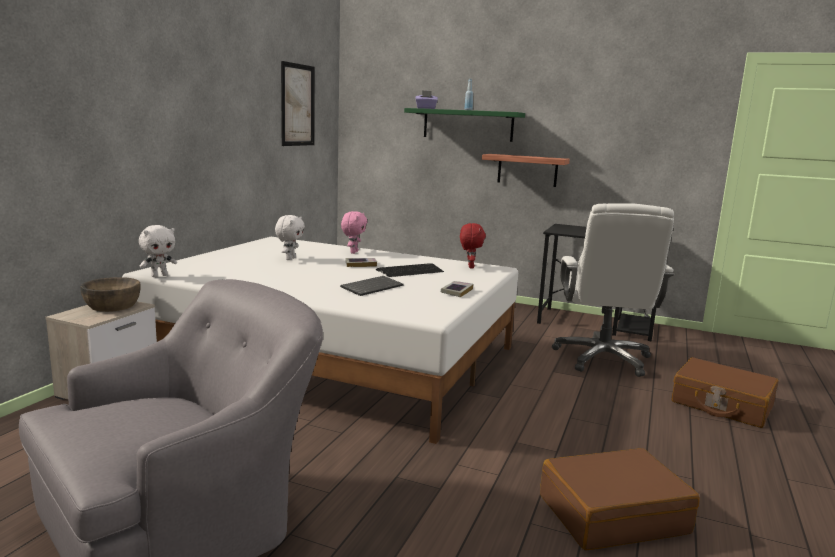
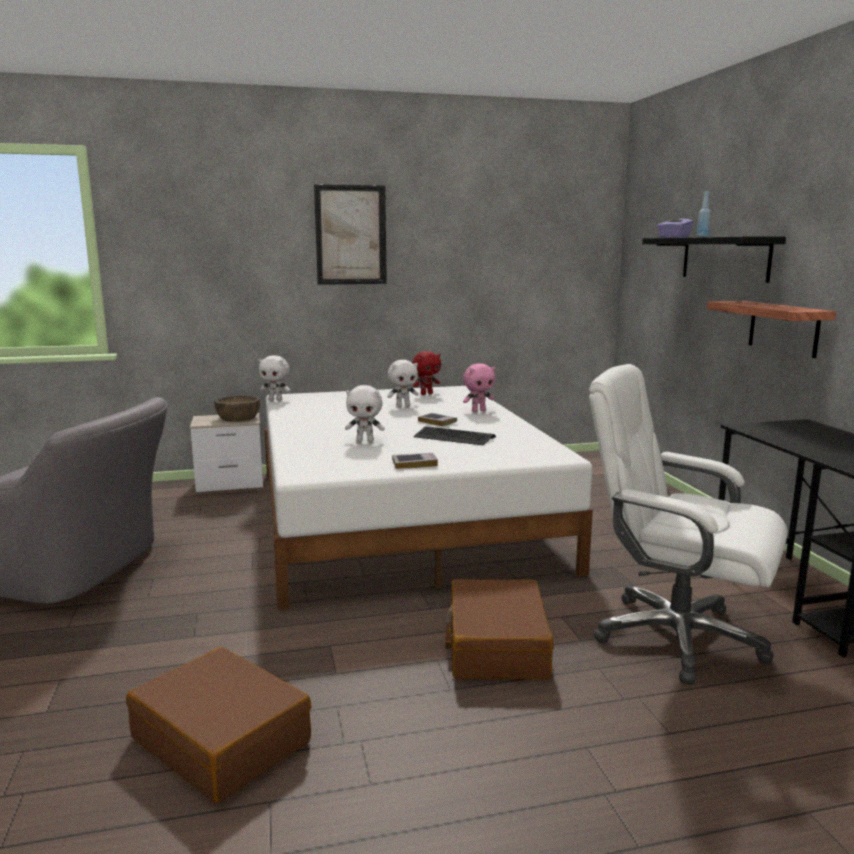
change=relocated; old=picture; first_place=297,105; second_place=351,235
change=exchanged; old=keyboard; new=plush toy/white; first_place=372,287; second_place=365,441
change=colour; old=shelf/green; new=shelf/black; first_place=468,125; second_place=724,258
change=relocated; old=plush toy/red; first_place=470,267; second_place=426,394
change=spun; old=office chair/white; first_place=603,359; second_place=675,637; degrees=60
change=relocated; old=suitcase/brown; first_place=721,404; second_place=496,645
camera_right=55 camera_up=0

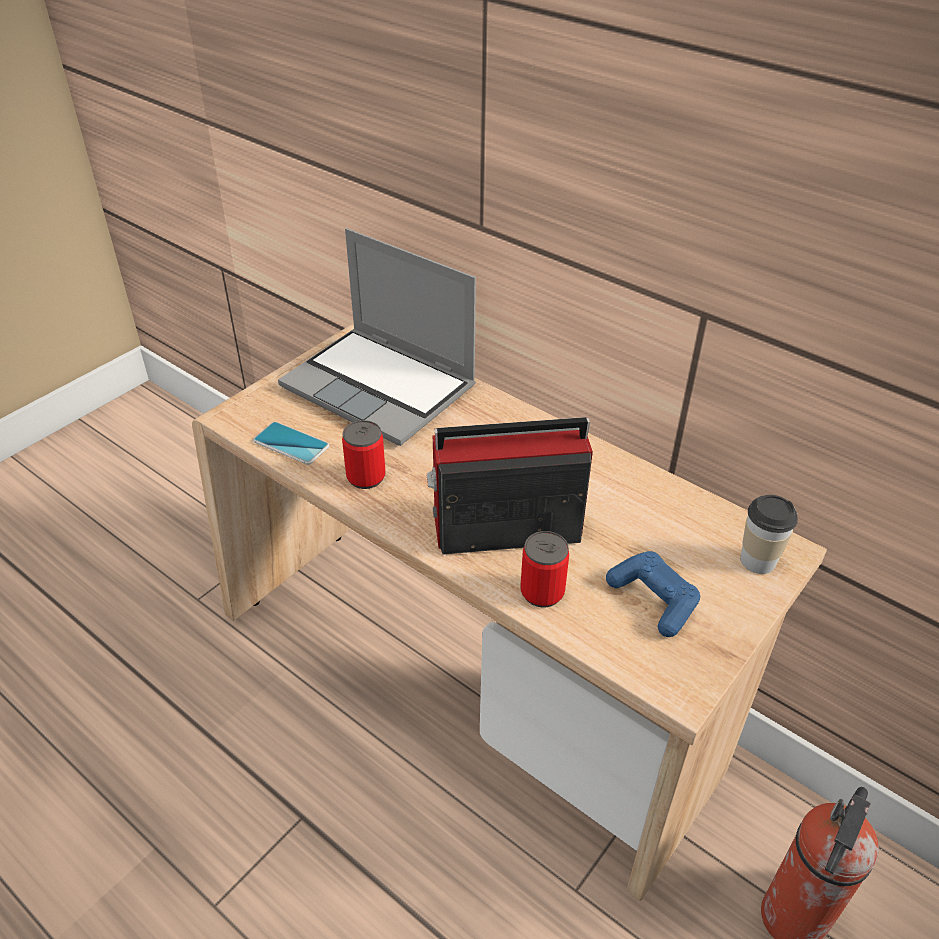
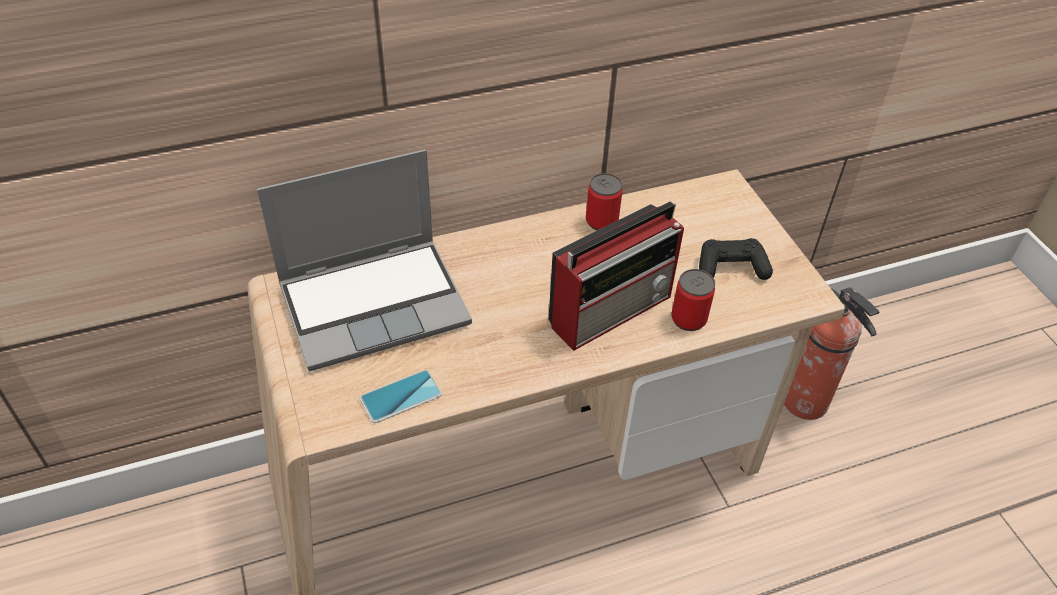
change=relocated; old=can; first_place=366,477; second_place=601,221
change=spun; old=radio; first_place=504,530; second_place=612,309; degrees=-150
change=colour; old=game controller/blue; new=game controller/black; first_place=653,600; second_place=731,268
change=missing; old=cup; first_place=757,560
camera_right=-60 camera_up=5

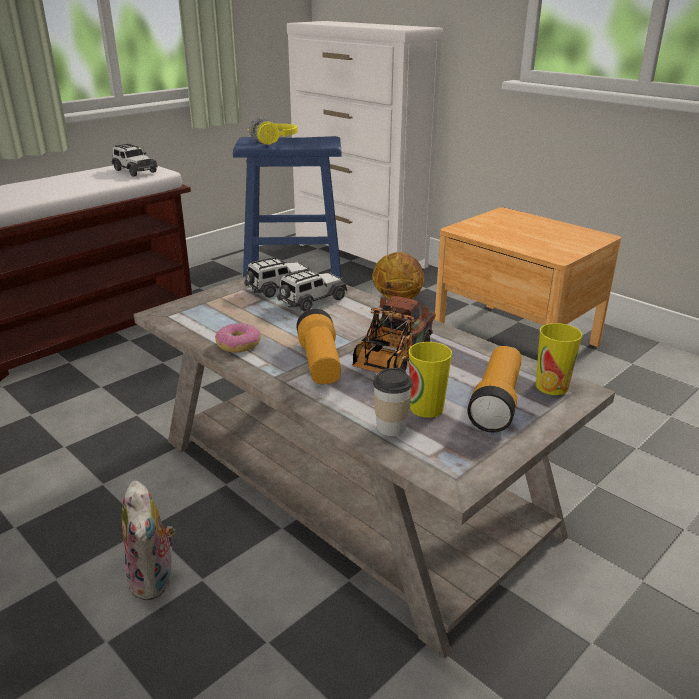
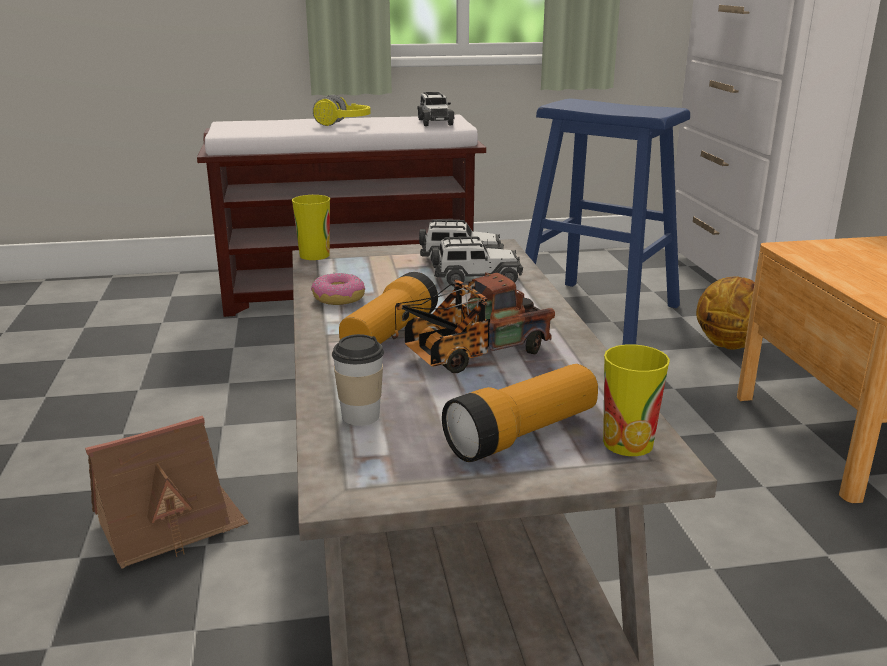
change=exchanged; old=plush toy; new=toy house; first_place=155,579; second_place=170,525
change=relocated; old=headphones/yellow; first_place=274,142; second_place=343,124
change=relocated; old=cup; first_place=426,408; second_place=314,255
camera_right=35 camera_up=-5

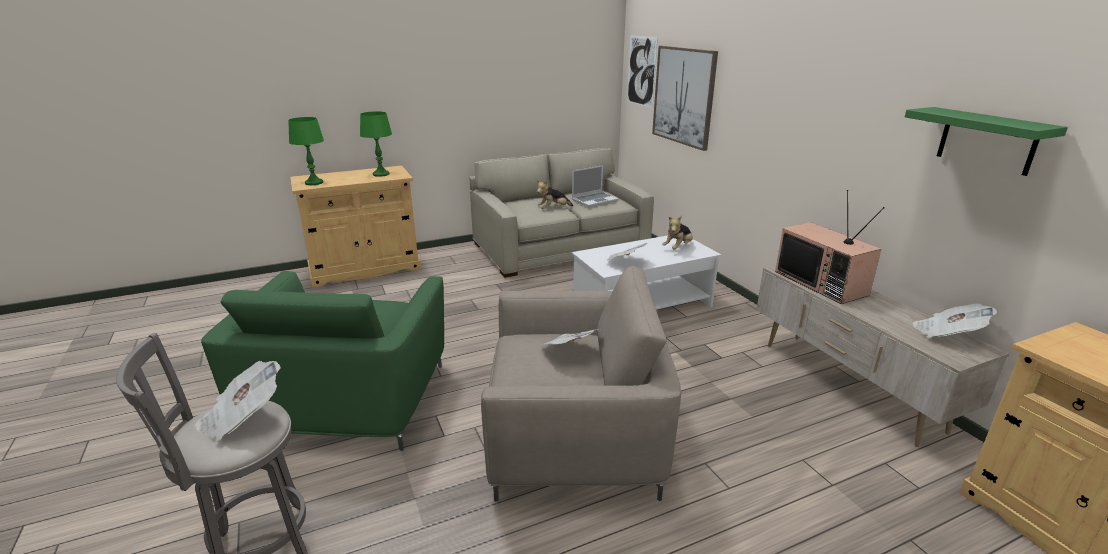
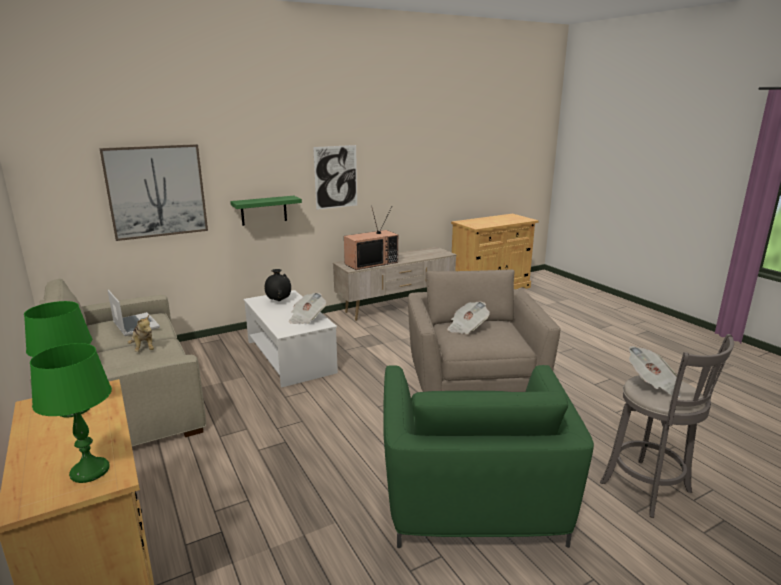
change=spun; old=armchair/green; first_place=349,400; second_place=471,495; degrees=90
change=relocated; old=picture; first_place=641,71; second_place=336,177
change=exchanged; old=plush toy; new=vase/black; first_place=678,248; second_place=278,301
change=relocated; old=shelf/green; first_place=987,141; second_place=264,210
change=missing; old=newspaper; first_place=947,334
camera_right=-95 camera_up=-5

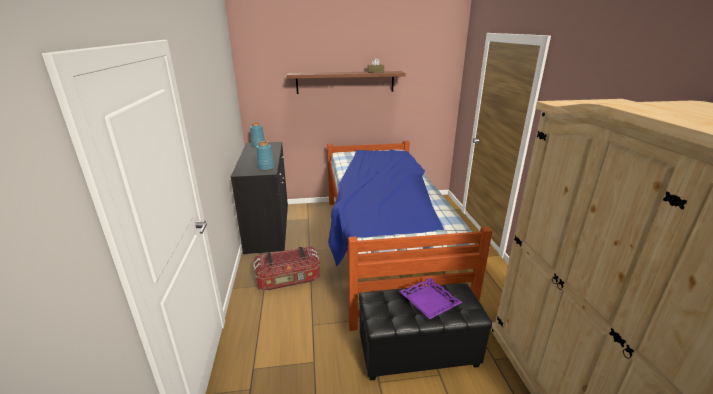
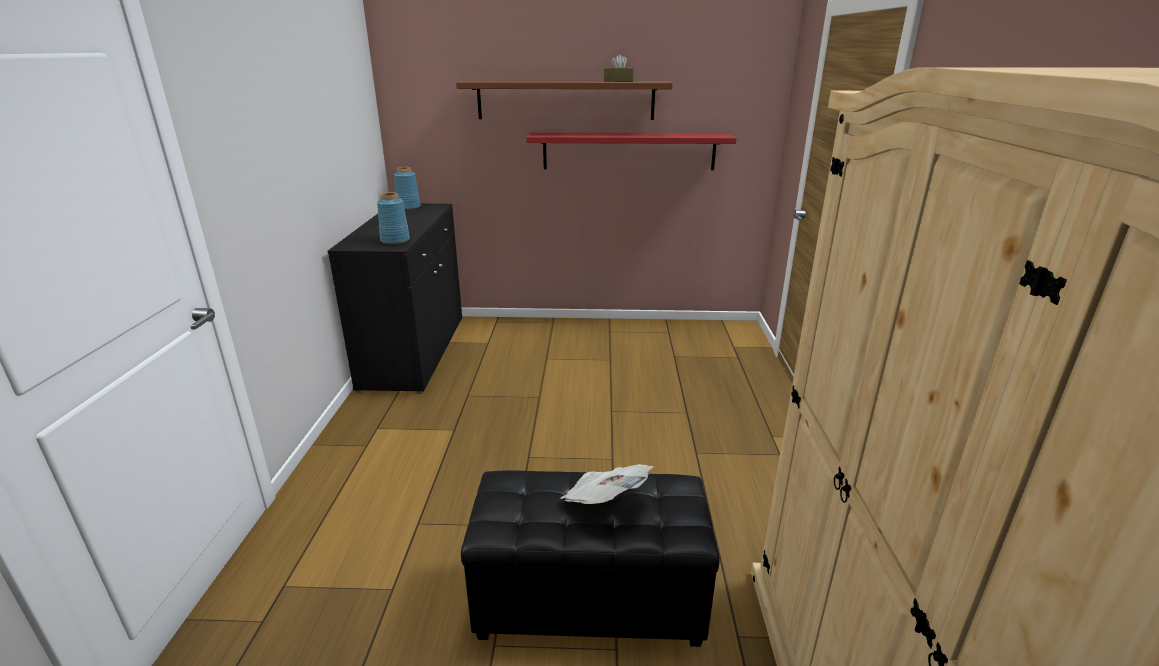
change=missing; old=storage box; first_place=288,280
change=missing; old=bed; first_place=383,246
change=exchanged; old=tray/purple; new=newspaper; first_place=429,301; second_place=605,501
change=appeared; new=shelf/red; second_place=629,151
camera_right=10 camera_up=0

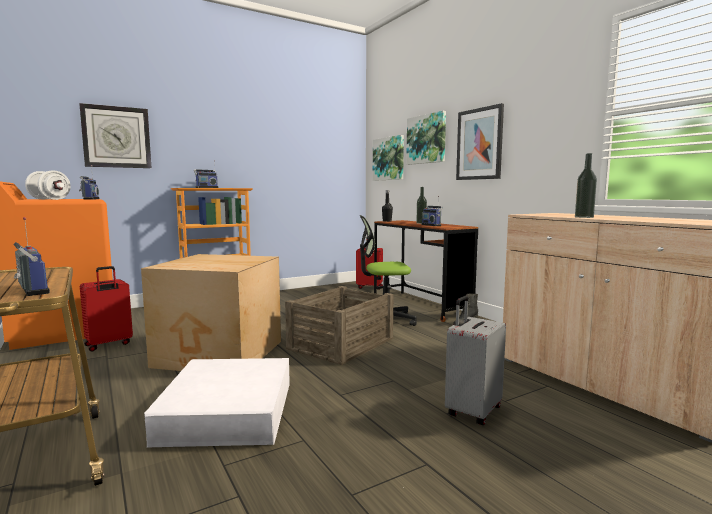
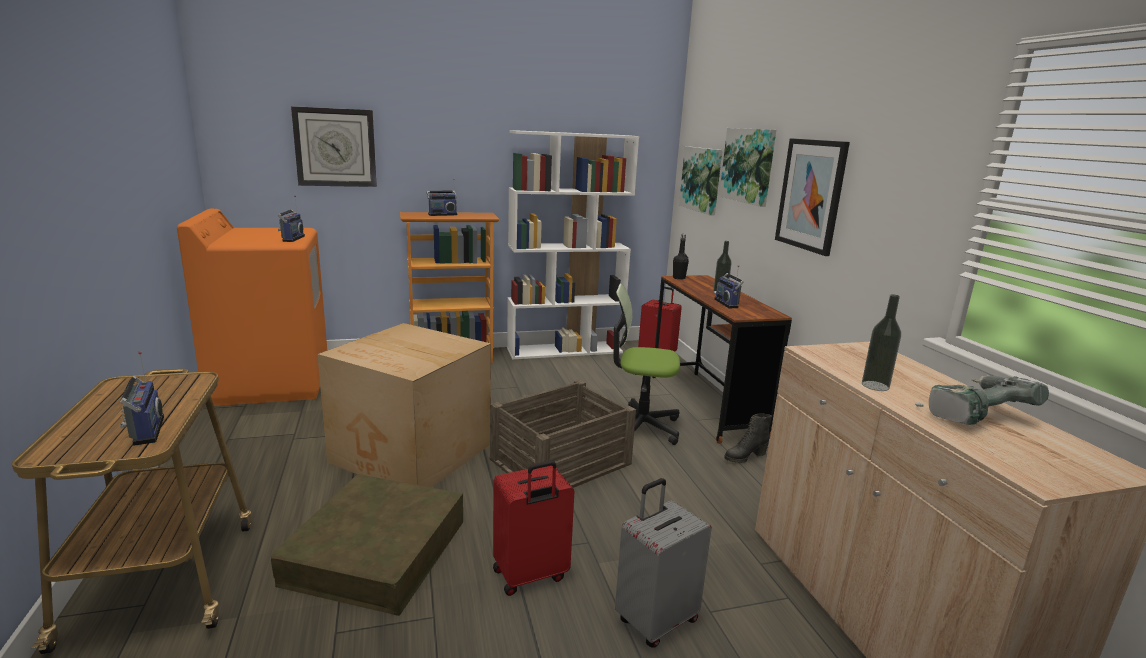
change=missing; old=dumbbell/white; first_place=49,199
change=relocated; old=suitcase/red; first_place=108,344; second_place=530,576
change=colour; old=storage box/white; new=storage box/brown; first_place=228,411; second_place=377,551
change=appeared; new=bookcase/white; second_place=565,350
change=appeared; new=power drill; second_place=972,414
camera_right=15 camera_up=10

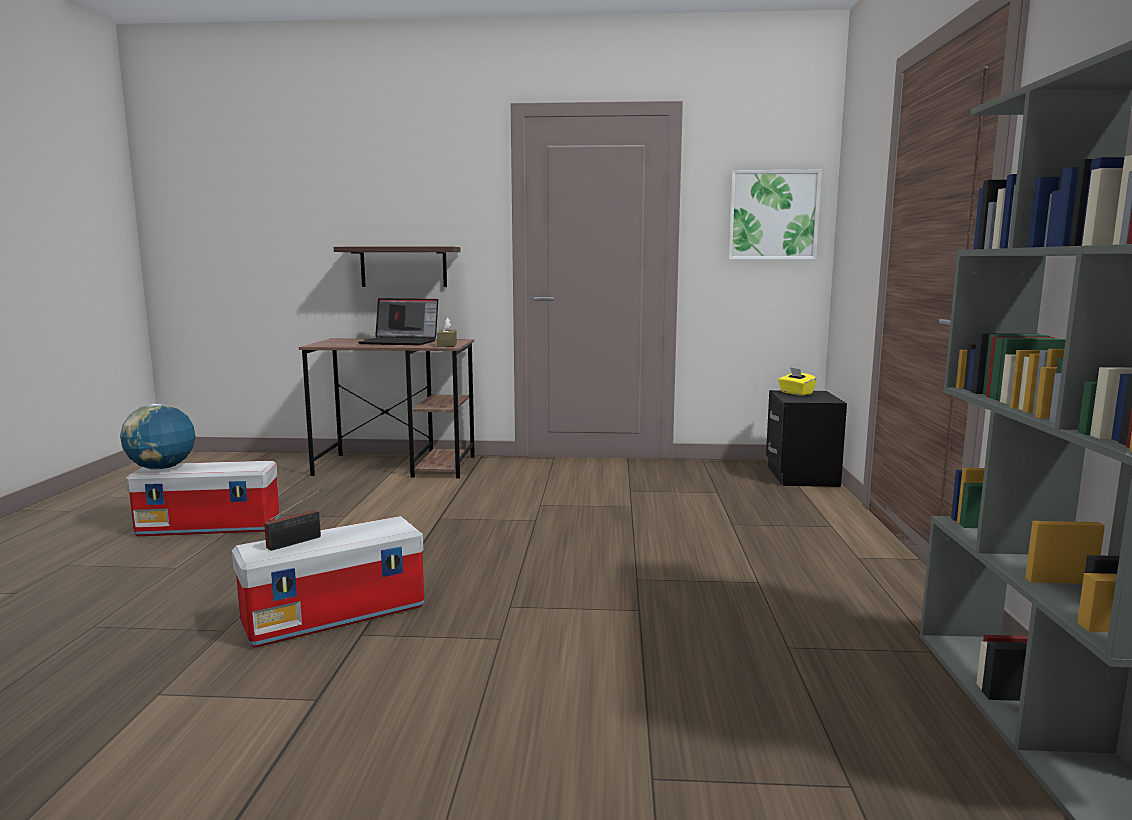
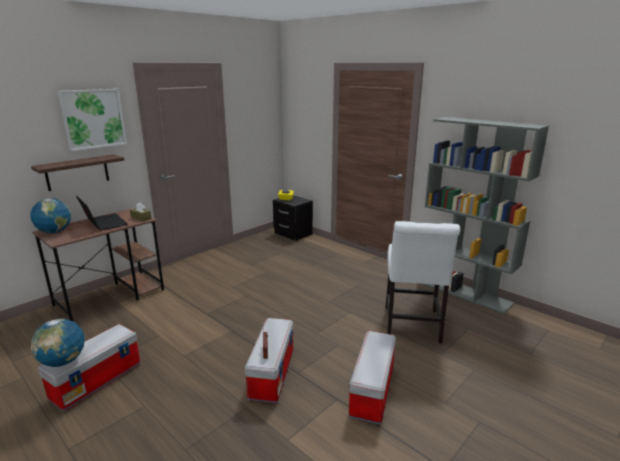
change=spun; old=laptop; first_place=401,342; second_place=103,223; degrees=-90
change=relocated; old=picture; first_place=773,215; second_place=93,119
change=appeared; new=globe; second_place=54,232
change=appeared; new=storage box; second_place=372,392
change=appeared; new=chair/white; second_place=412,326
camera_right=-50 camera_up=10

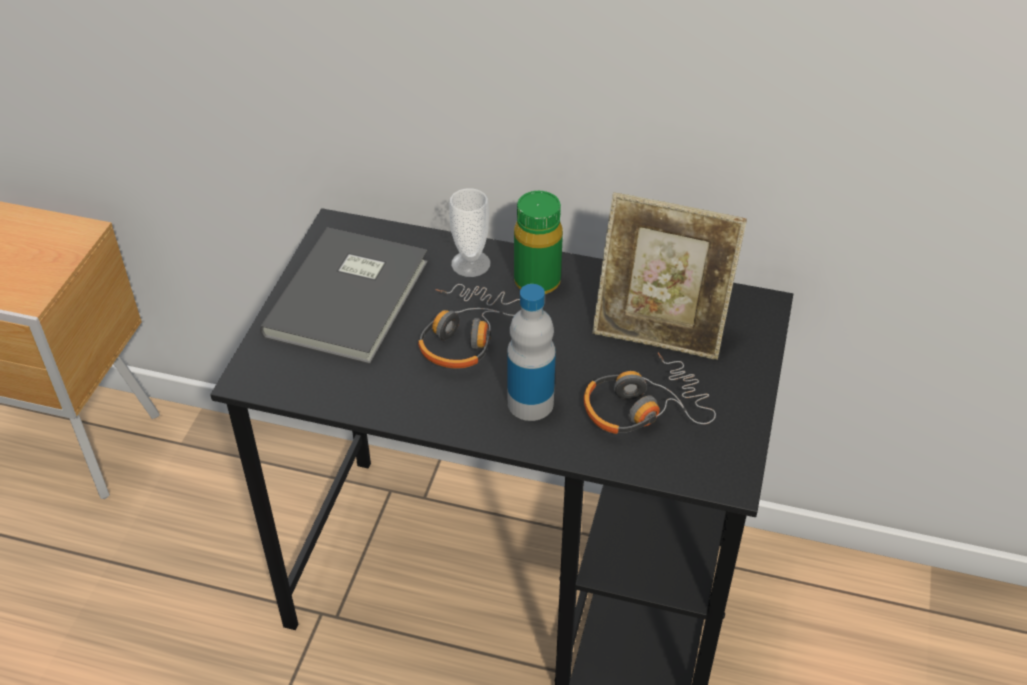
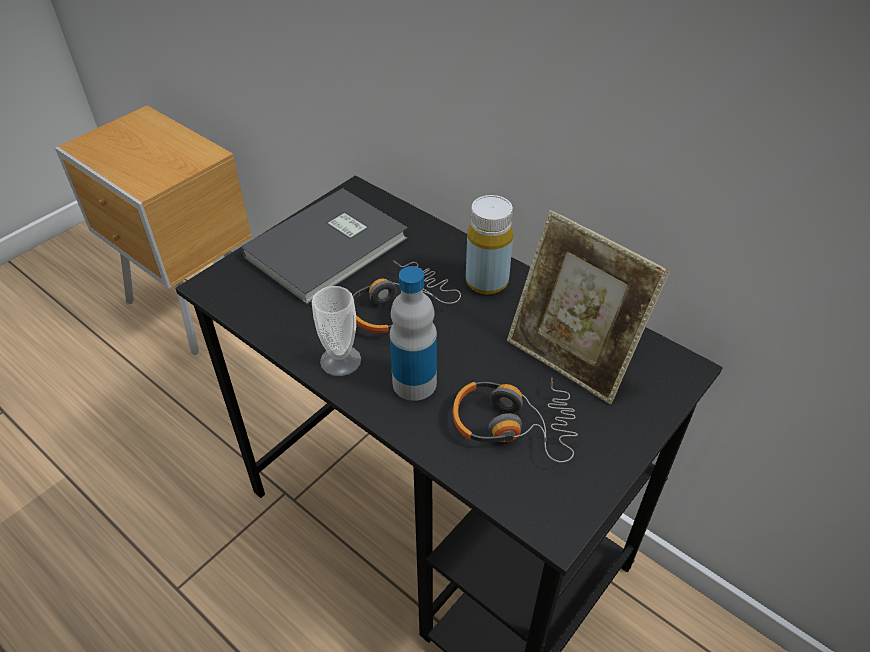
change=relocated; old=cup; first_place=470,264; second_place=340,360
change=colour; old=bottle/green; new=bottle/yellow; first_place=537,281; second_place=487,281
camera_right=25 camera_up=0

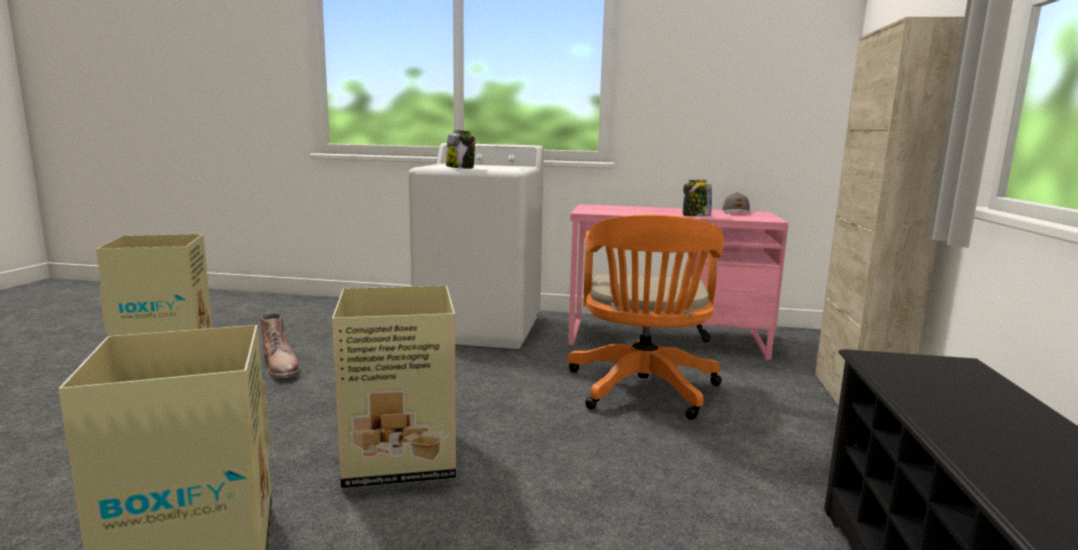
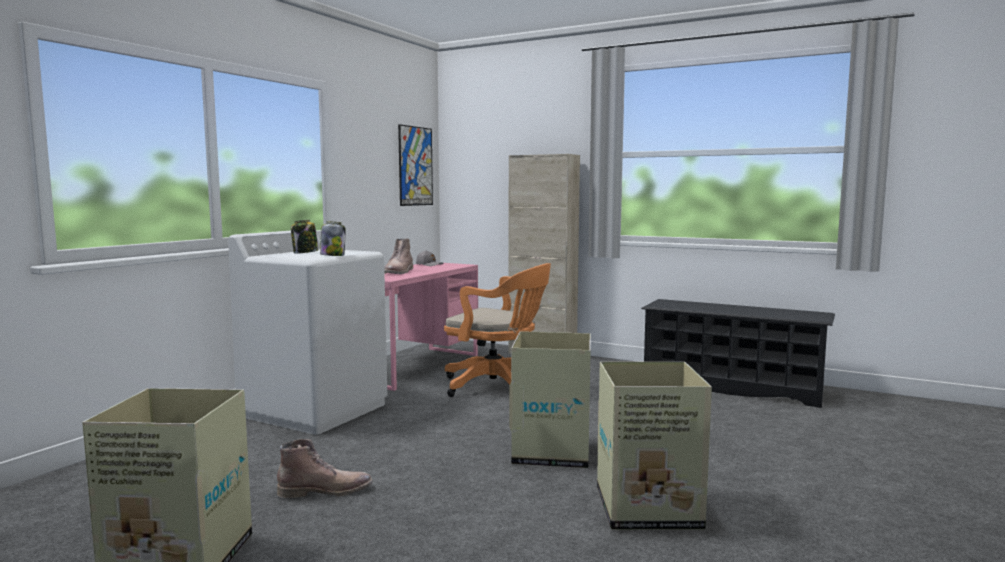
change=relocated; old=jar; first_place=695,216; second_place=305,252
change=appeared; new=boot/brown; second_place=399,272
change=appeared; new=picture; second_place=415,166
camera_right=-70 camera_up=-5

